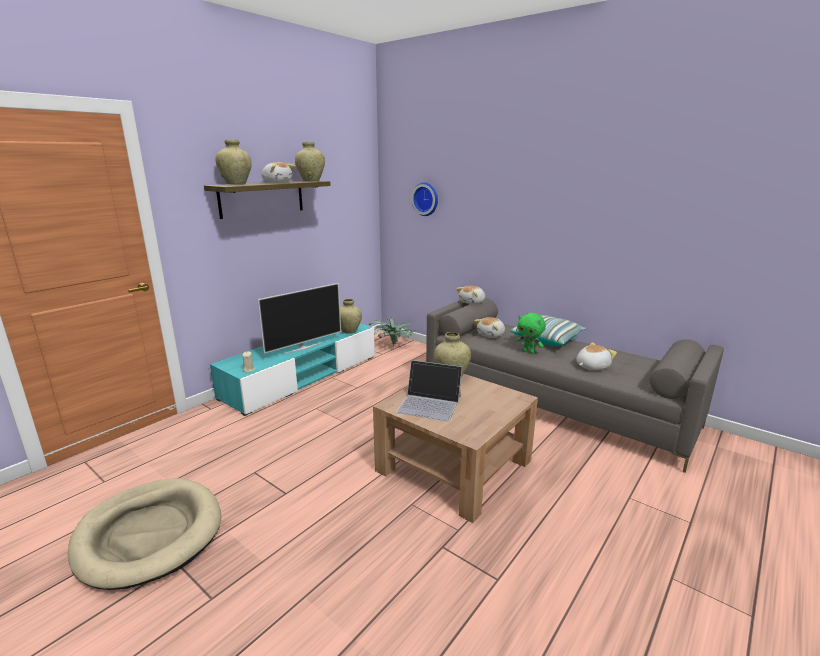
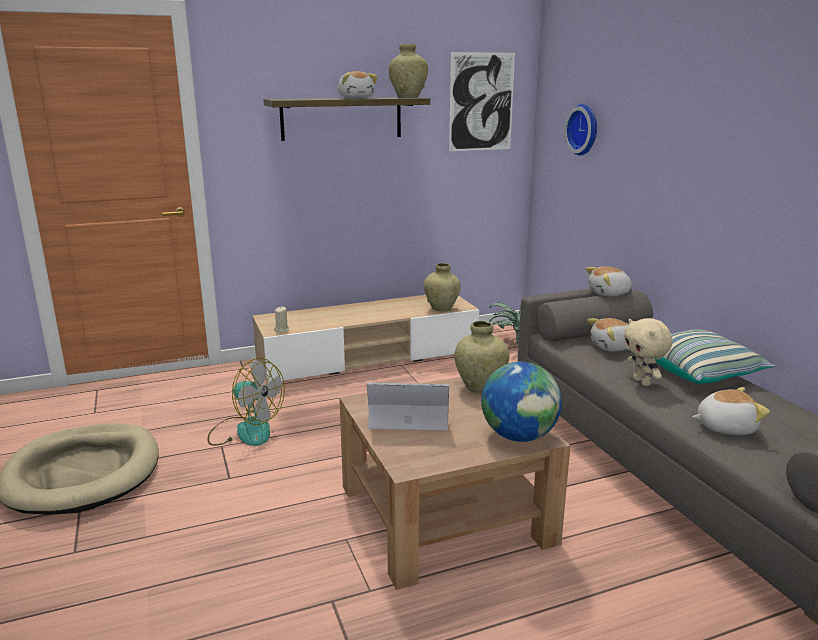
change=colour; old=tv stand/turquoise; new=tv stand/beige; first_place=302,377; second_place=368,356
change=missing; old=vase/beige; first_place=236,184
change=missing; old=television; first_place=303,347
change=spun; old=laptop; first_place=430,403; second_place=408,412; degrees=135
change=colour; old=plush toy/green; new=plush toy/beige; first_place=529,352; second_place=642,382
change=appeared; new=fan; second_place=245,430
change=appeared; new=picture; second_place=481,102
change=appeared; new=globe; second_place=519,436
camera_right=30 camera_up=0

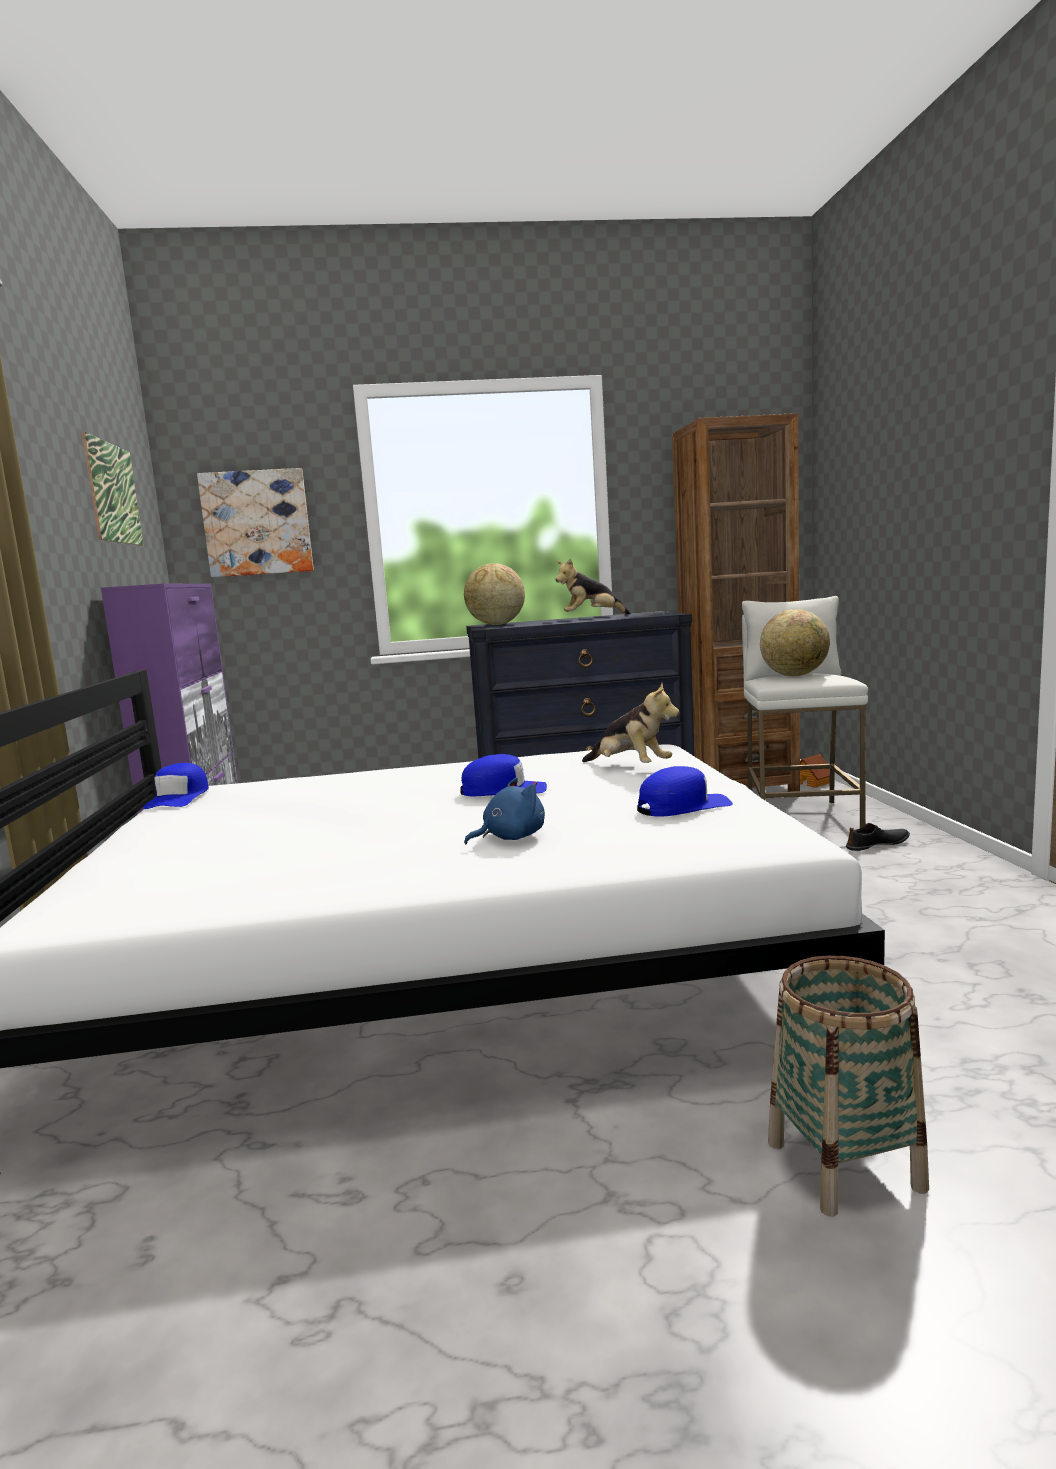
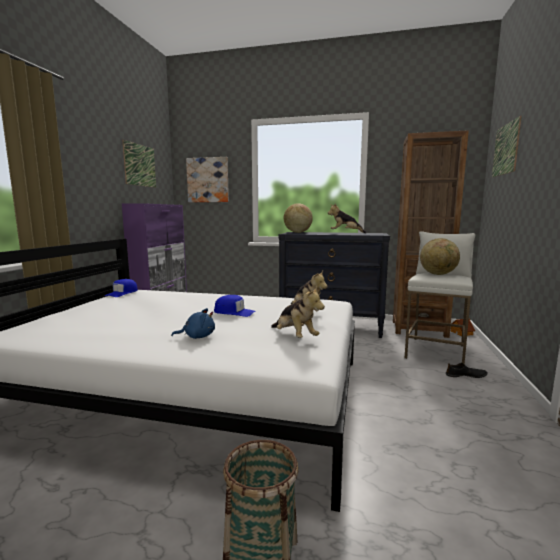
change=exchanged; old=cap/blue; new=plush toy; first_place=683,807; second_place=295,337
change=appeared; new=picture; second_place=506,149
camera_right=20 camera_up=0

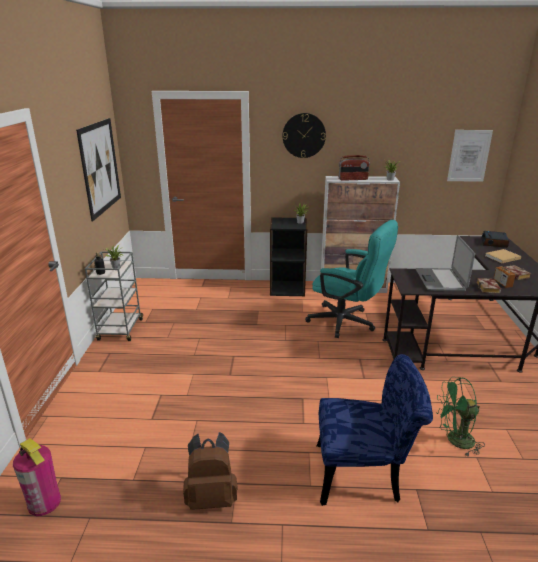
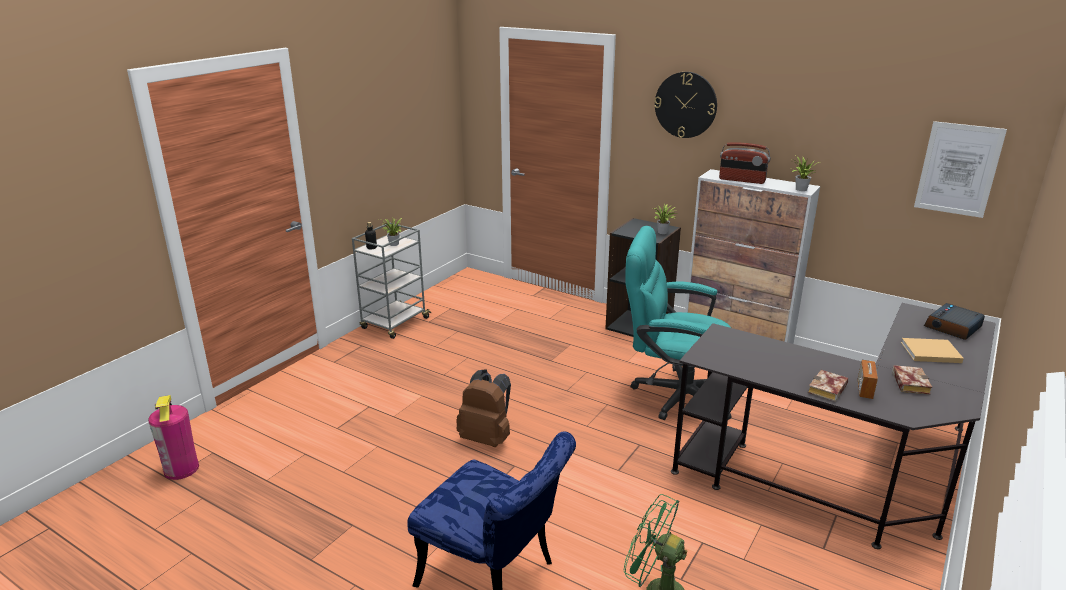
change=missing; old=picture; first_place=100,167
change=relocated; old=backpack/brown; first_place=211,497; second_place=487,438
change=spun; old=office chair/turquoise; first_place=347,323; second_place=673,394; degrees=135
change=missing; old=laptop; first_place=441,280
camera_right=30 camera_up=0

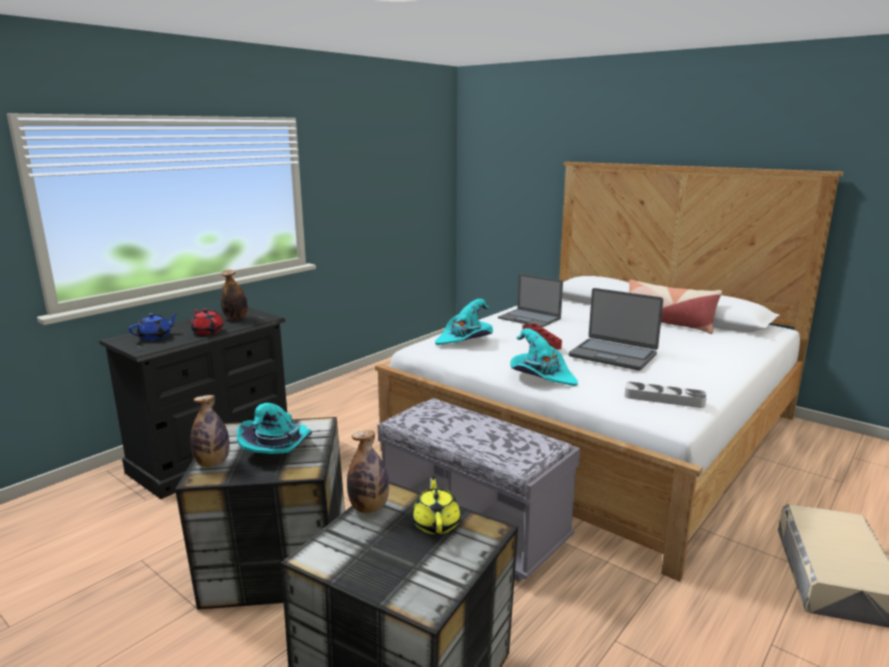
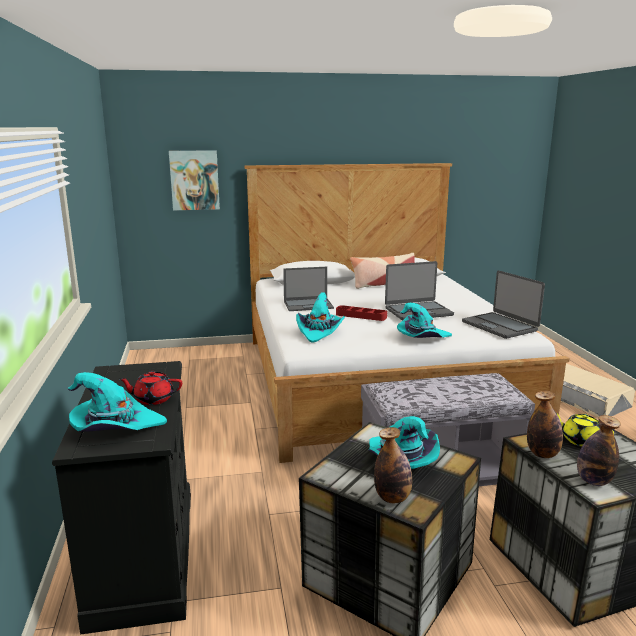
change=exchanged; old=teapot/blue; new=hat/turquoise; first_place=155,337; second_place=115,426
change=relocated; old=bottle; first_place=236,318; second_place=593,481
change=exchanged; old=tray/grey; new=laptop; first_place=664,399; second_place=500,326
change=appeared; new=picture; second_place=194,180
camera_right=-50 camera_up=0

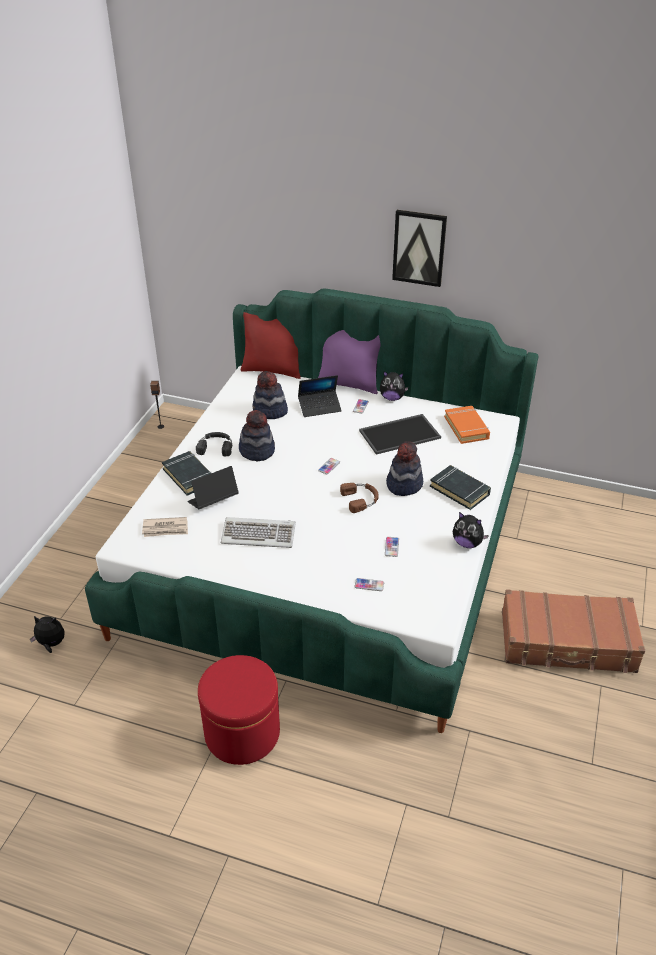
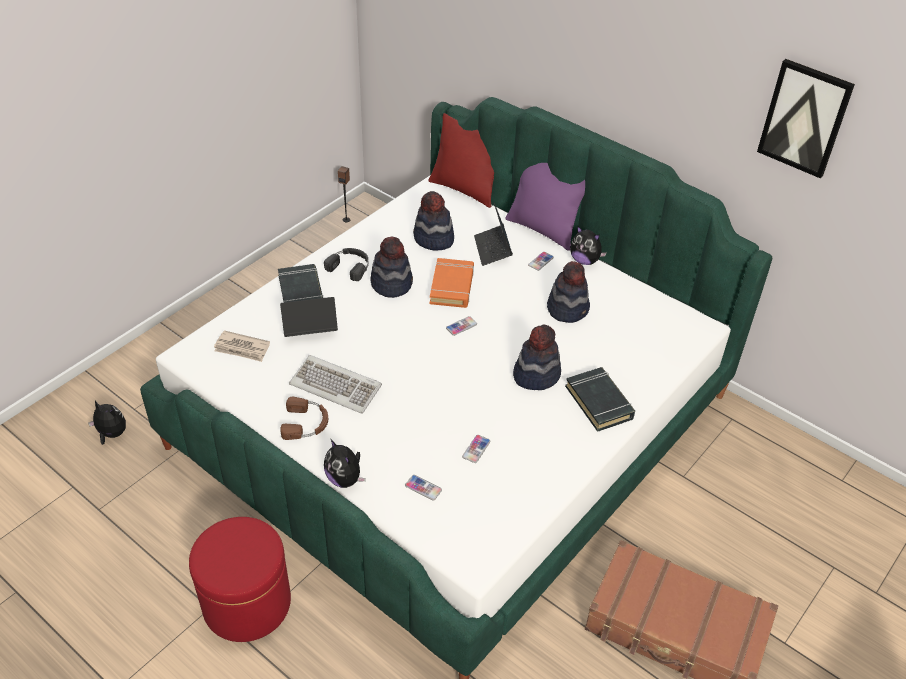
change=spun; old=laptop; first_place=319,407; second_place=492,249; degrees=75
change=relocated; old=headphones/brown; first_place=361,499; second_place=306,423
change=exchanged; old=tray; new=hat; first_place=400,433; second_place=568,308
change=relocated; old=picture; first_place=419,248; second_place=804,118
change=relocated; old=book/orange; first_place=466,428; second_place=452,286
change=relocated; old=plush toy; first_place=467,543; second_place=345,479
camera_right=20 camera_up=5

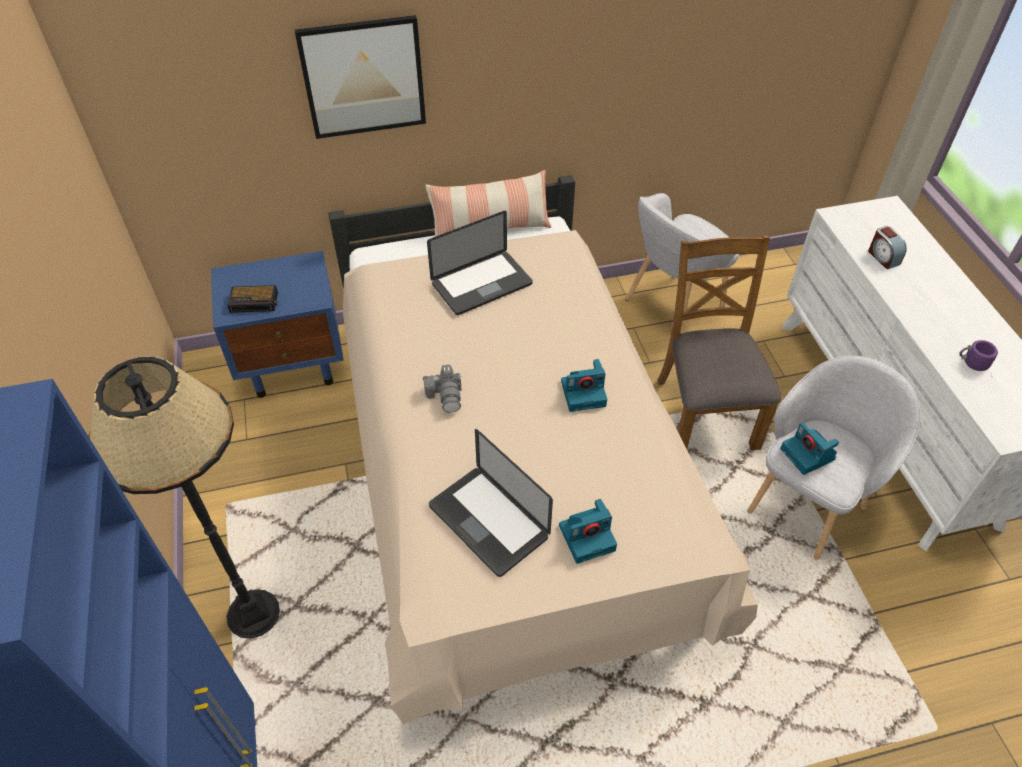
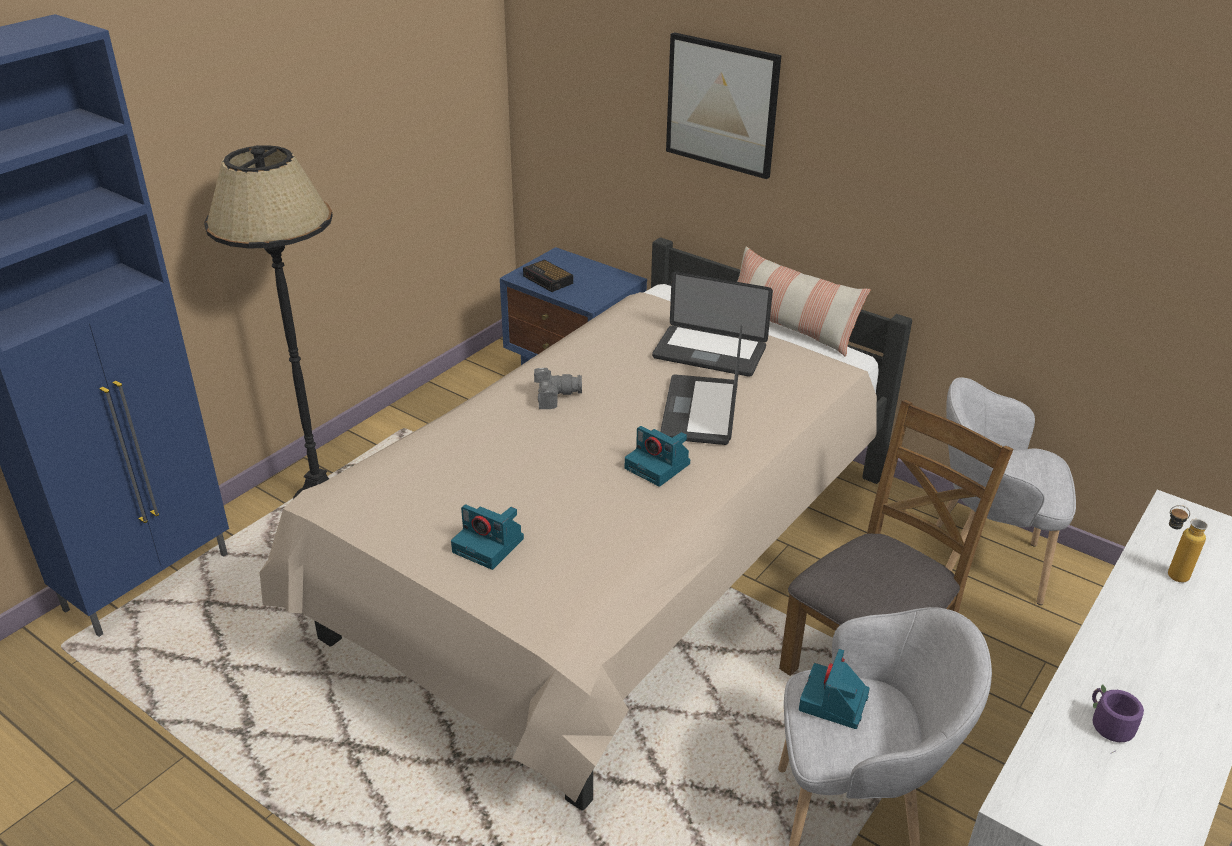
change=spun; old=photo camera; first_place=446,395; second_place=555,396; degrees=-135
change=relocated; old=laptop; first_place=488,521; second_place=700,411
change=exchanged; old=alarm clock; new=bottle; first_place=883,257; second_place=1168,573
camera_right=50 camera_up=-15

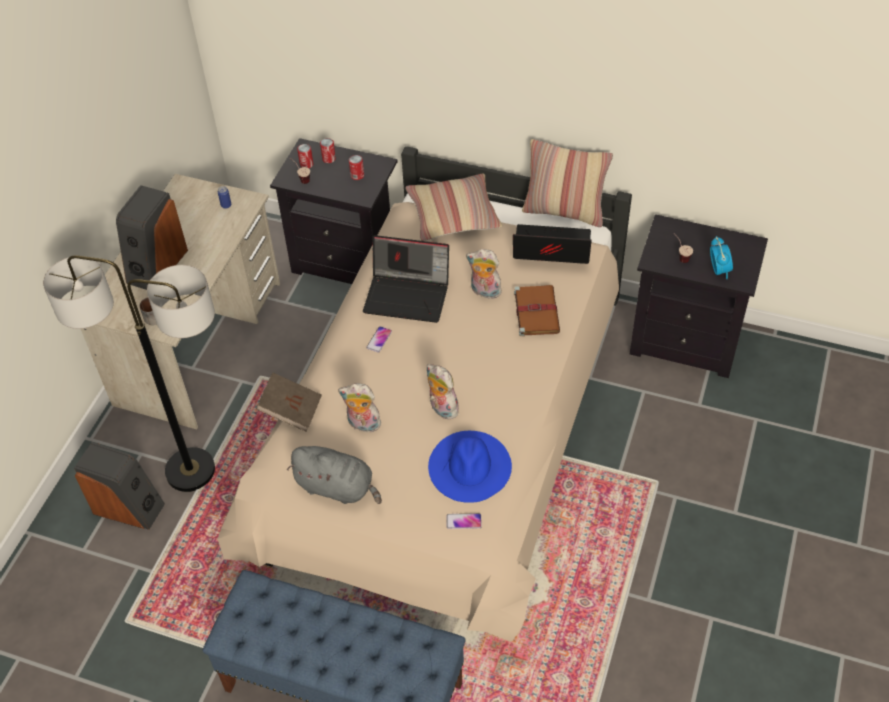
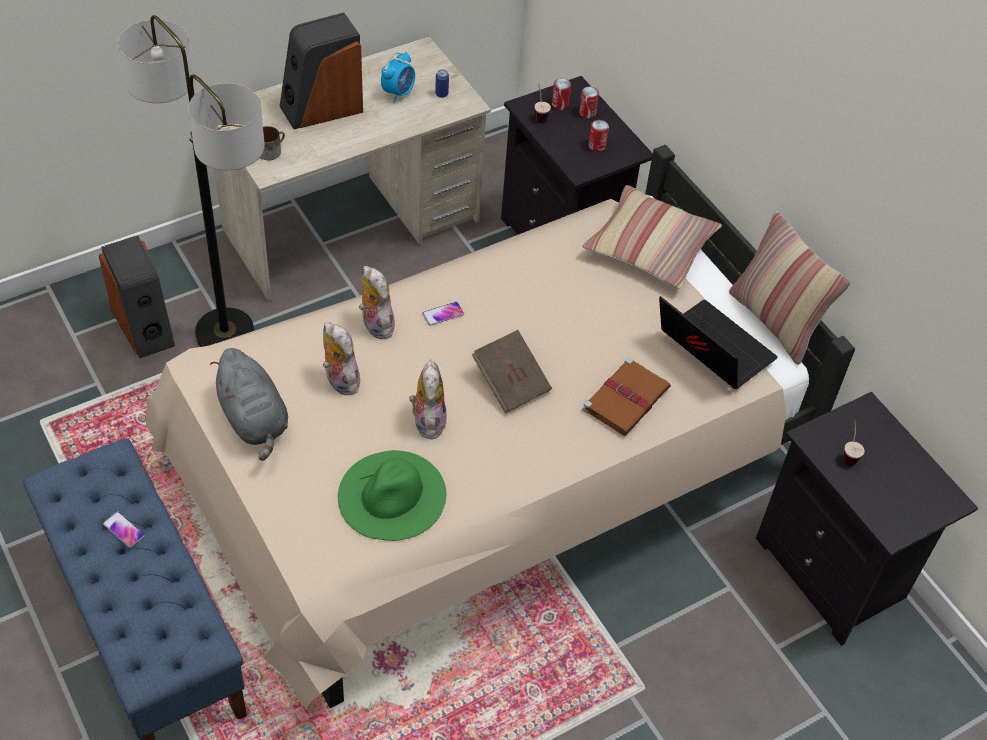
change=relocated; old=book/brown; first_place=291,410; second_place=511,382
change=missing; old=laptop; first_place=408,295
change=colour; old=hat/blue; new=hat/green; first_place=470,466; second_place=392,495
change=relocated; old=phone; first_place=463,521; second_place=123,530
change=relocated; old=plush toy; first_place=484,292; second_place=375,325
change=relocated; old=alarm clock; first_place=718,270; second_place=398,92
camera_right=35 camera_up=0

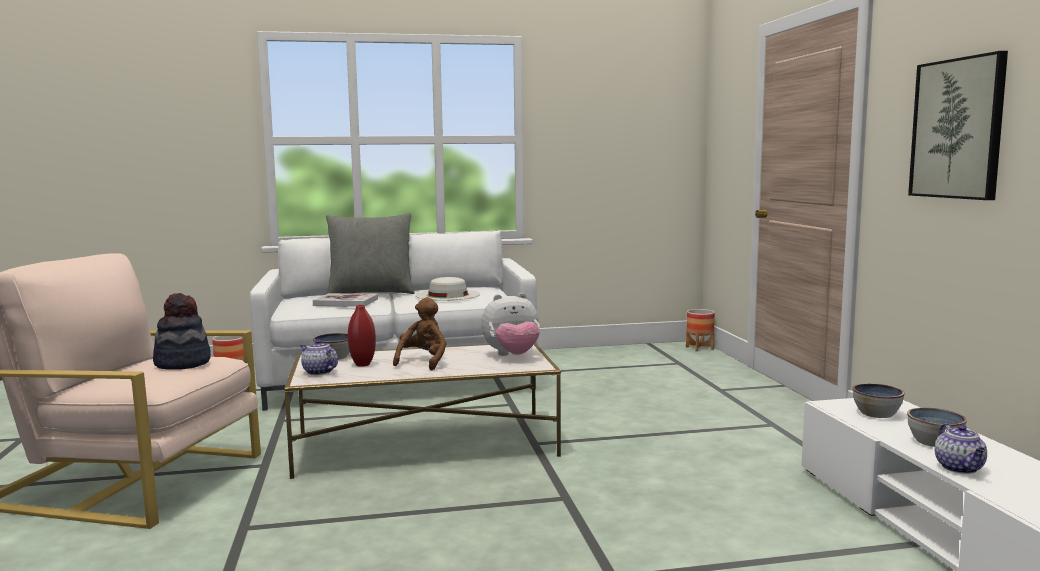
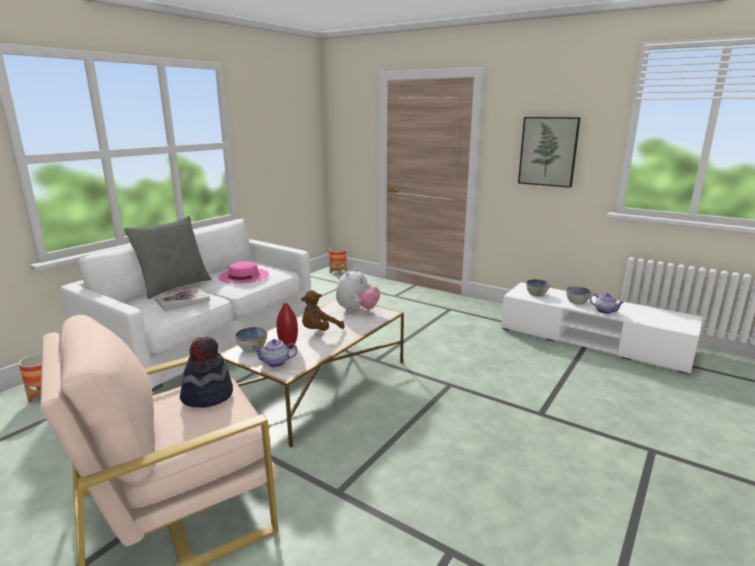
change=spun; old=plush toy/brown; first_place=423,362; second_place=319,331; degrees=-105
change=colour; old=hat/white; new=hat/pink; first_place=448,295; second_place=243,275
camera_right=-45 camera_up=10

